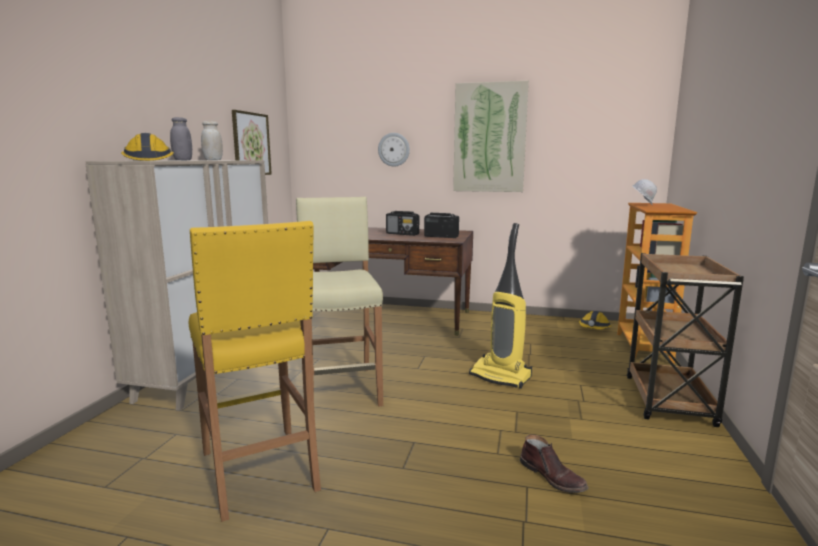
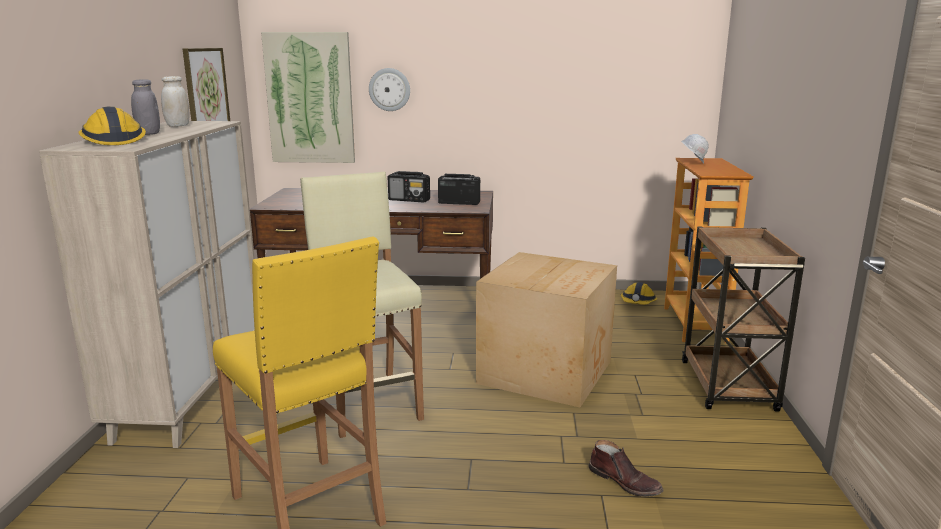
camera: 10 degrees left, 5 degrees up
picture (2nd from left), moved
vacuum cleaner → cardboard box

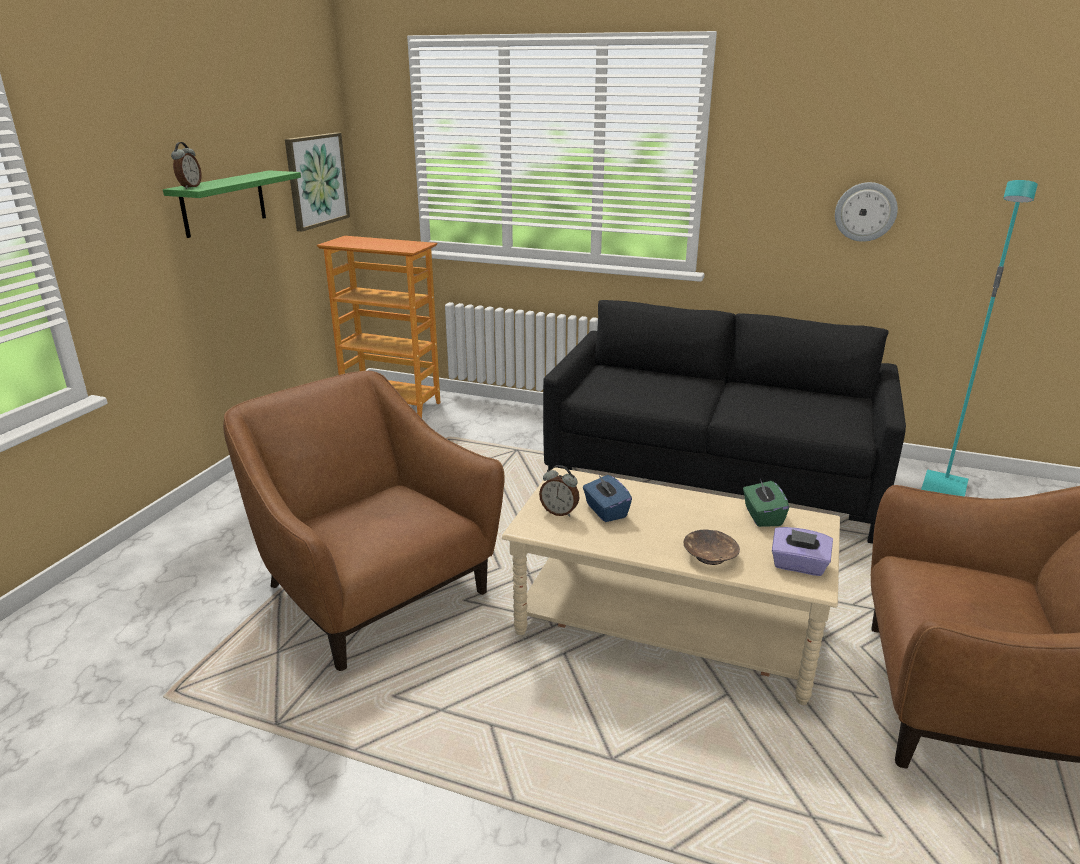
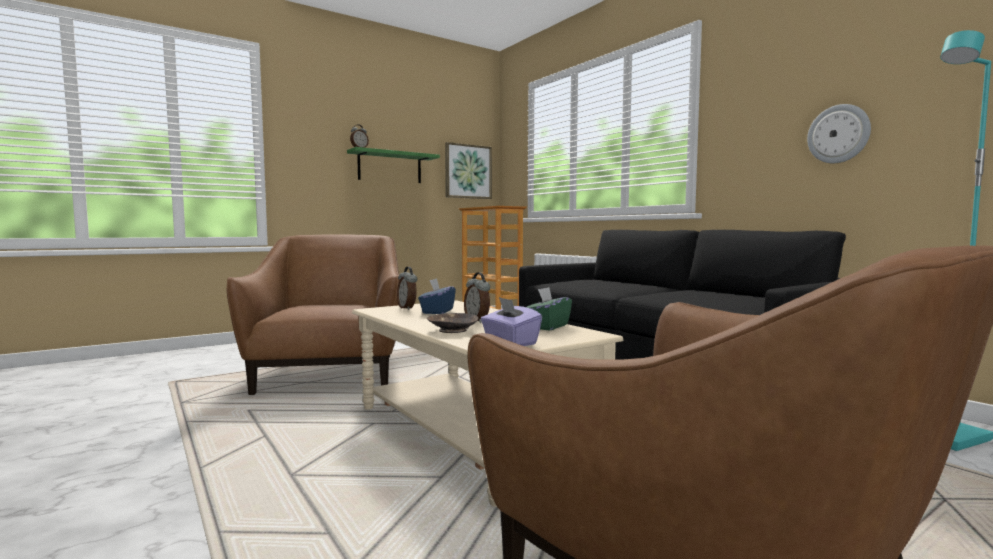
camera: 35 degrees right, 20 degrees down
- → alarm clock (3rd from left)

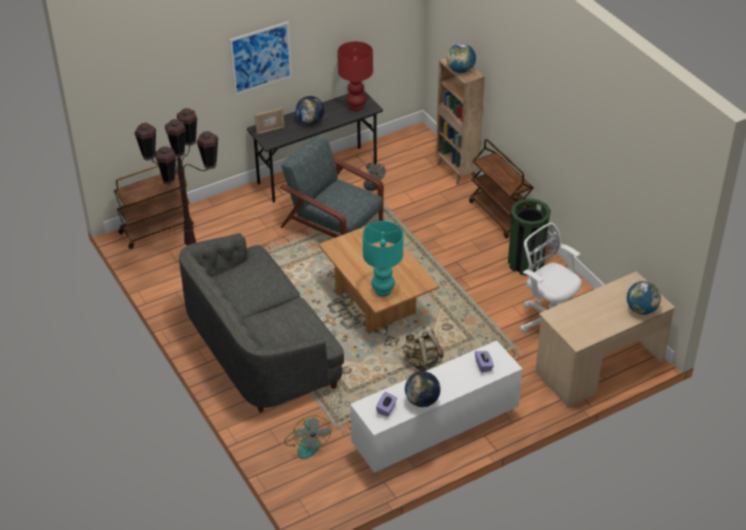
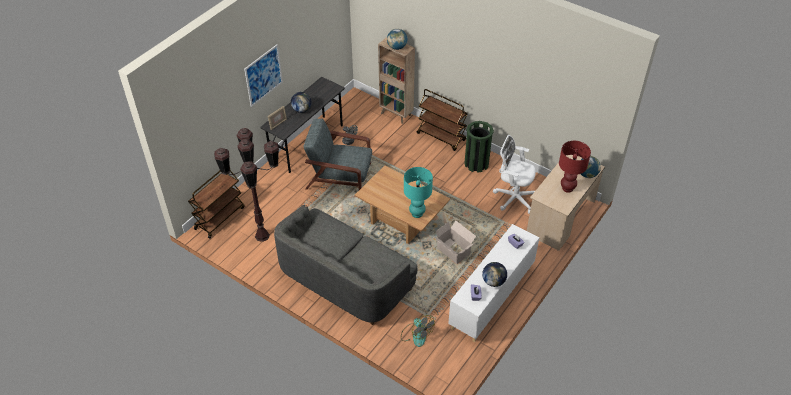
camera: 25 degrees left, 5 degrees up
red table lamp, moved
beige backpack → cardboard box

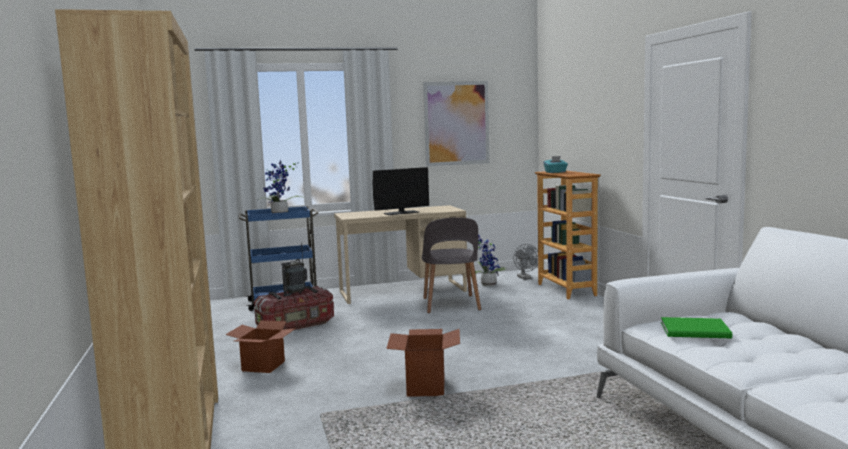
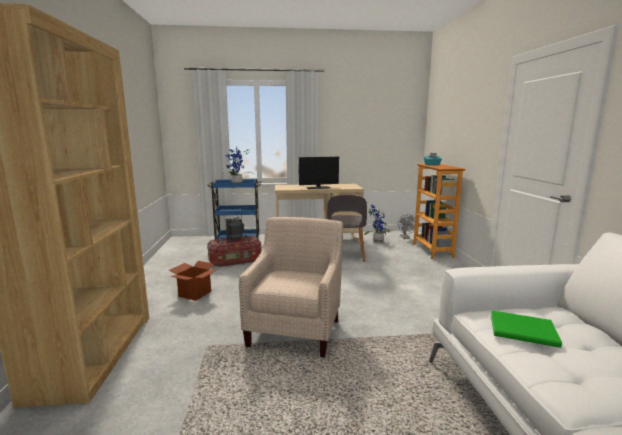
camera: 10 degrees right, 5 degrees up
cardboard box (2nd from left) → beige armchair
picture → -

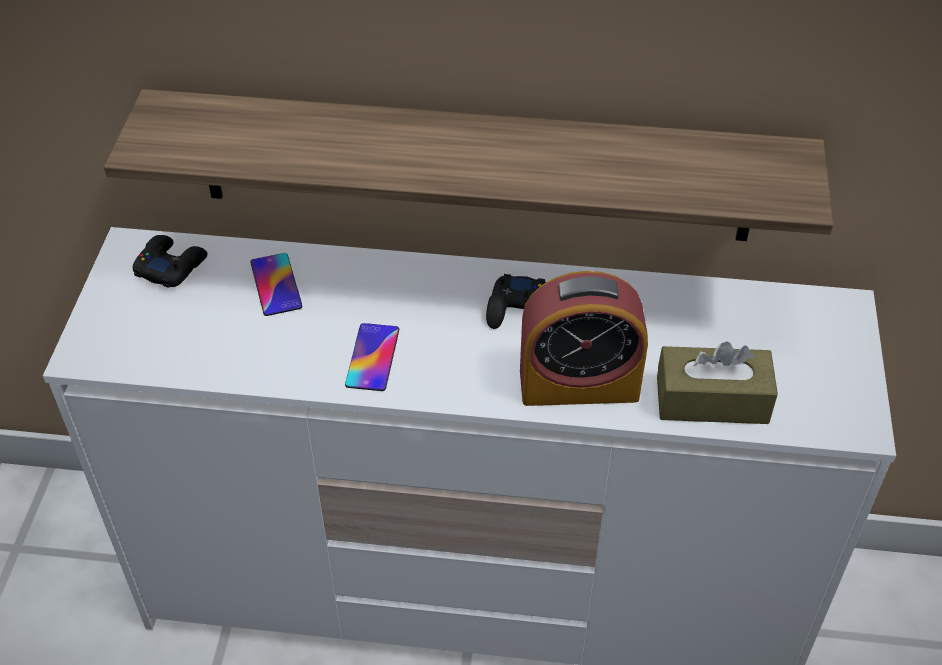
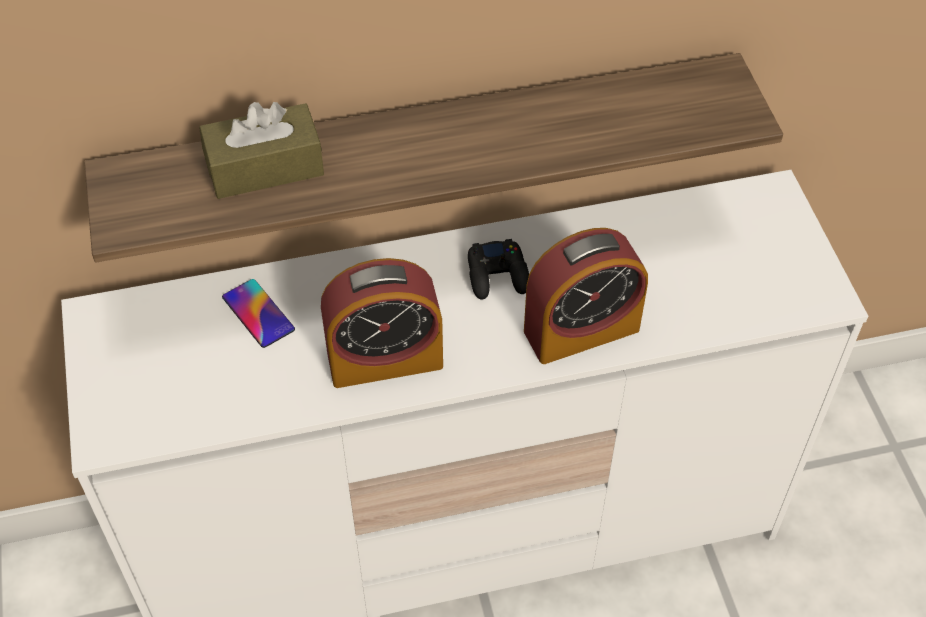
camera: 20 degrees left, 5 degrees up
black game controller (1st from left) → -
phone (2nd from left) → alarm clock (1st from left)
brown tissue box, moved

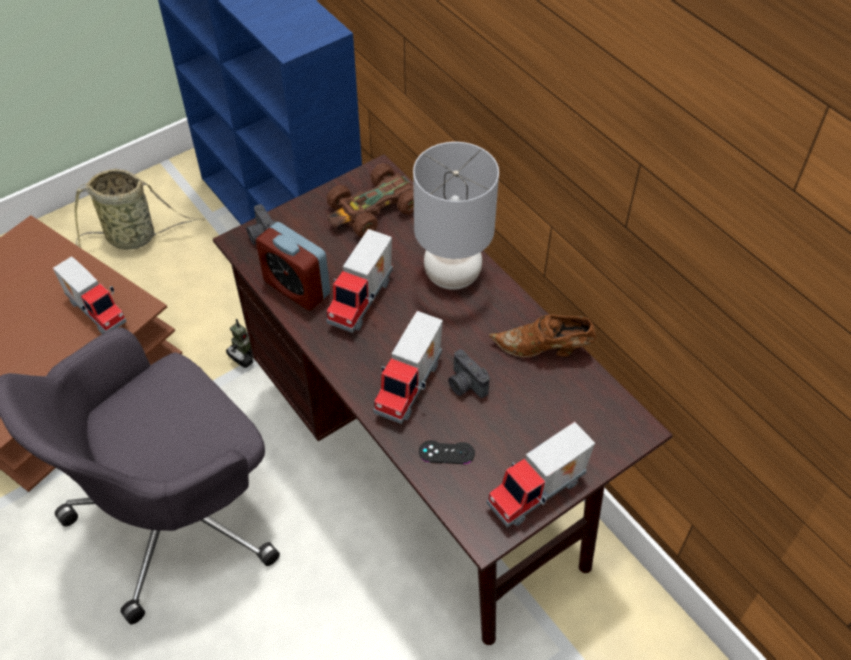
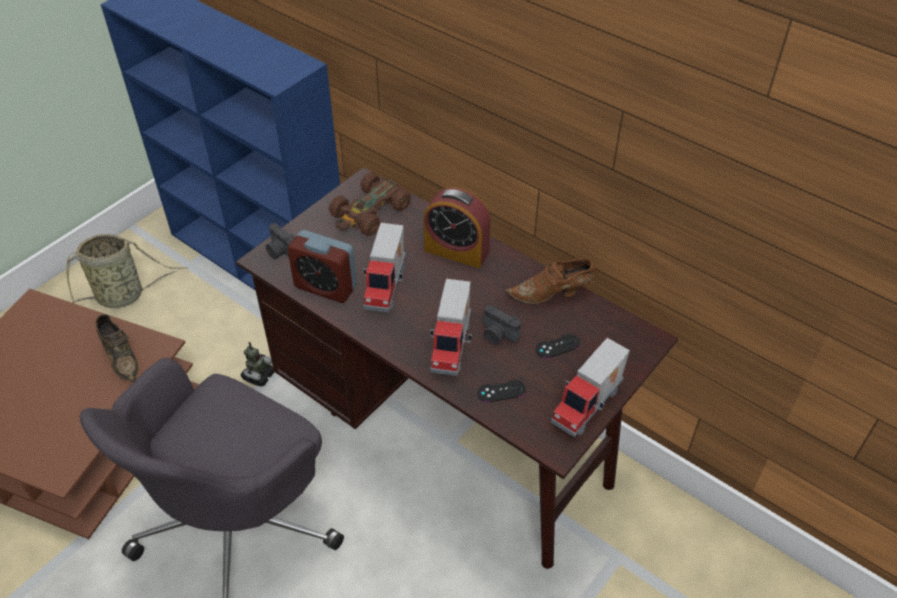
camera: 15 degrees left, 5 degrees down
toy truck (1st from left) → brown shoe (1st from left)
grey table lamp → alarm clock (2nd from left)
- → black game controller (2nd from left)

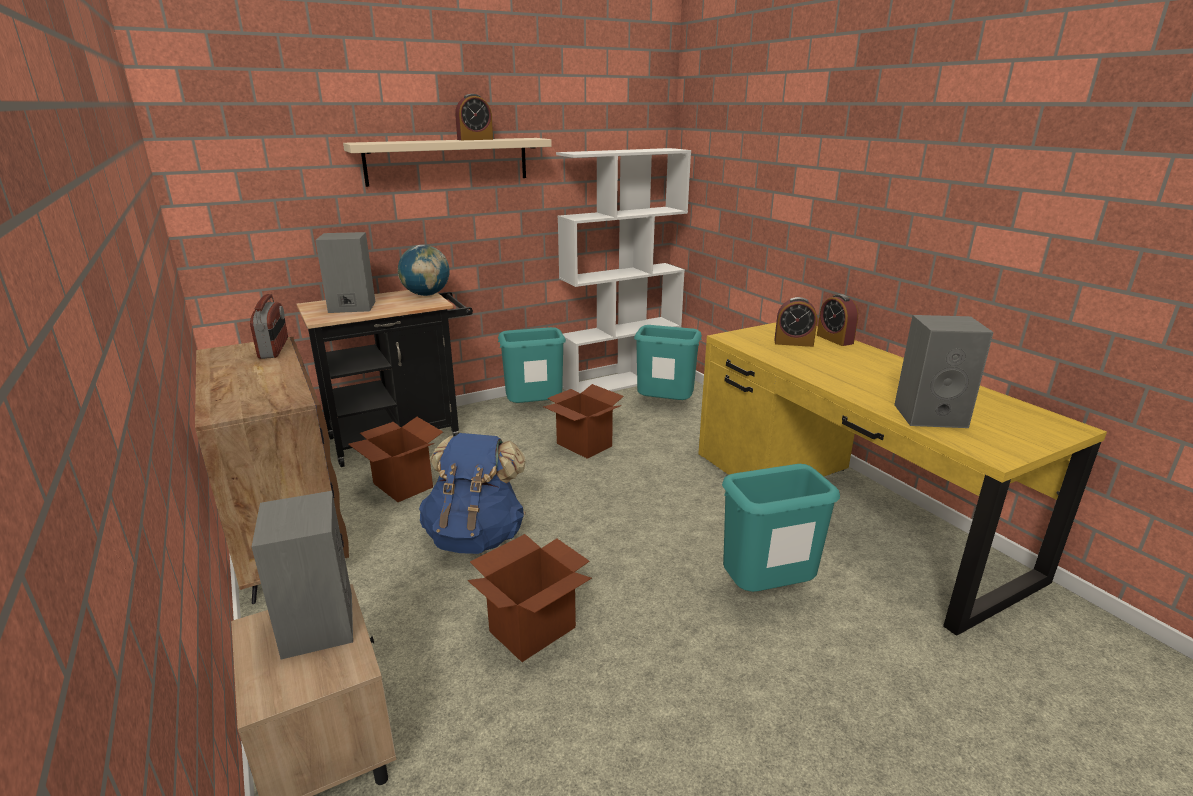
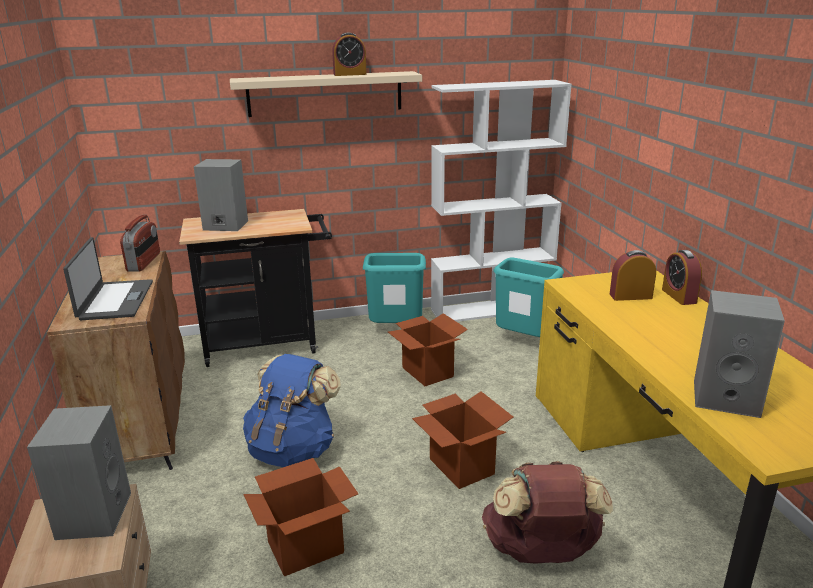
camera: 15 degrees right, 0 degrees up
cardboard box (1st from left in the first image) → cardboard box (3rd from left), moved
globe → -
turquoise trash can (3rd from left) → brown backpack
alarm clock (2nd from left), 150 degrees clockwise
- → laptop

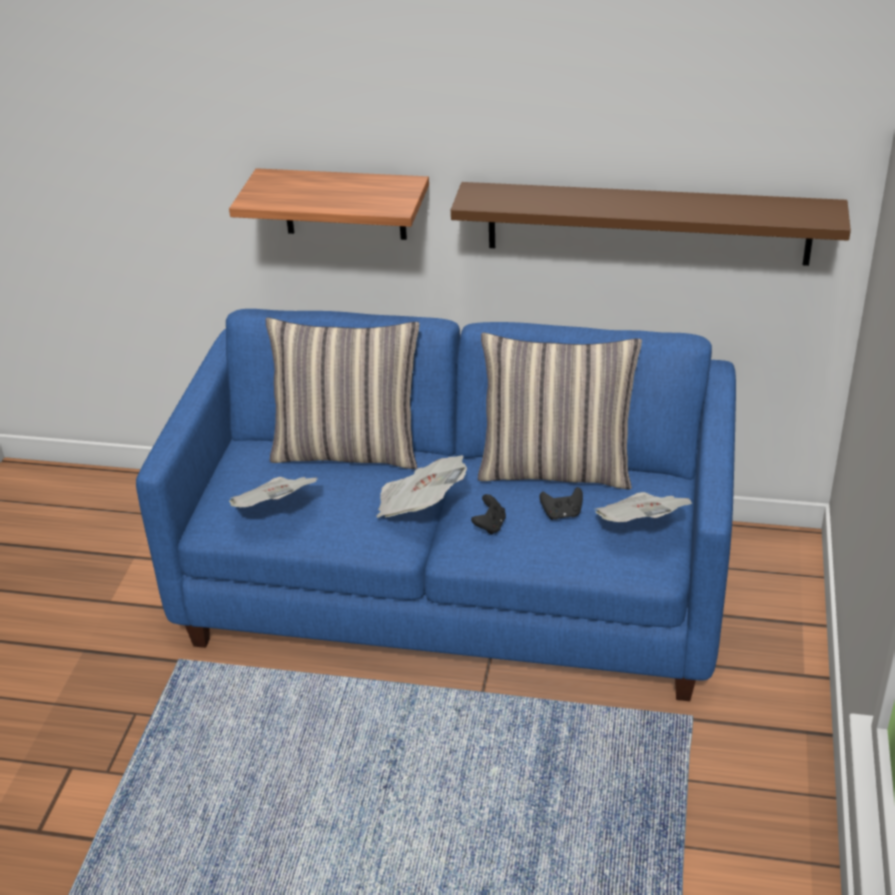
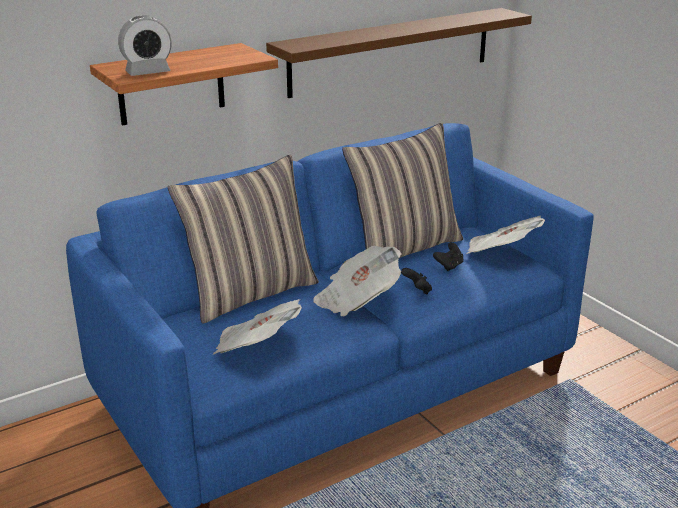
camera: 45 degrees left, 10 degrees down
- → alarm clock

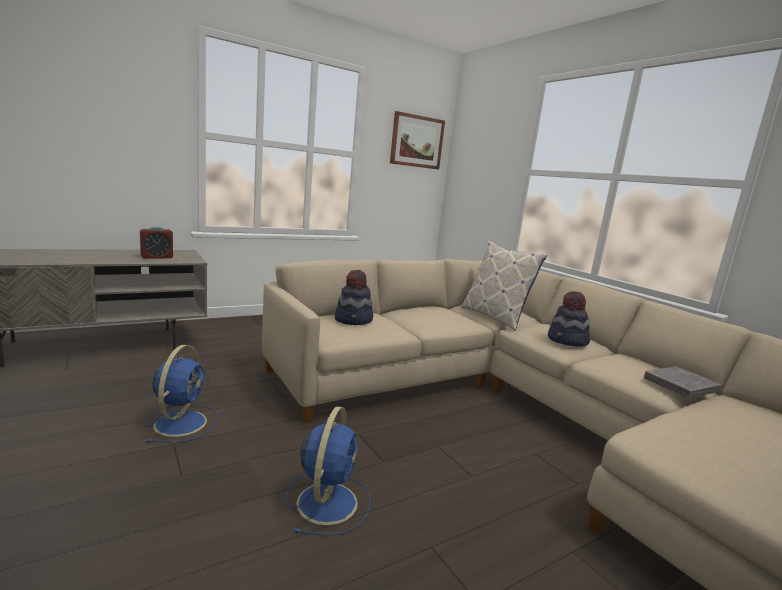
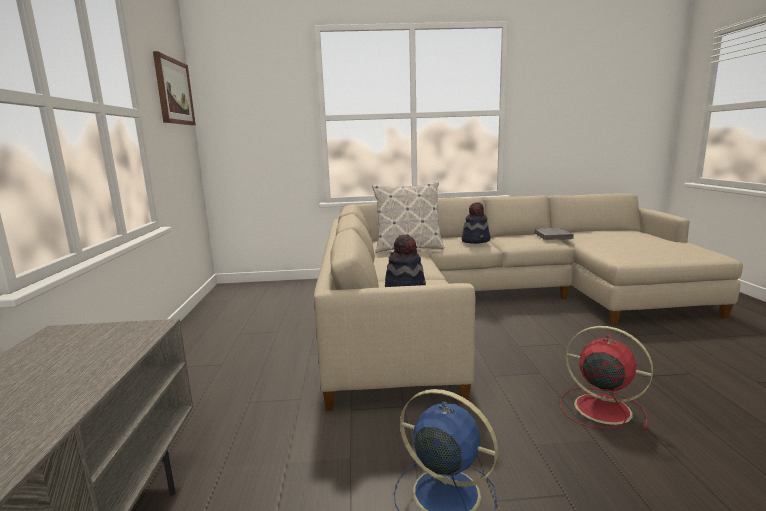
camera: 60 degrees left, 0 degrees up
alarm clock → -
blue fan (2nd from left) → red fan

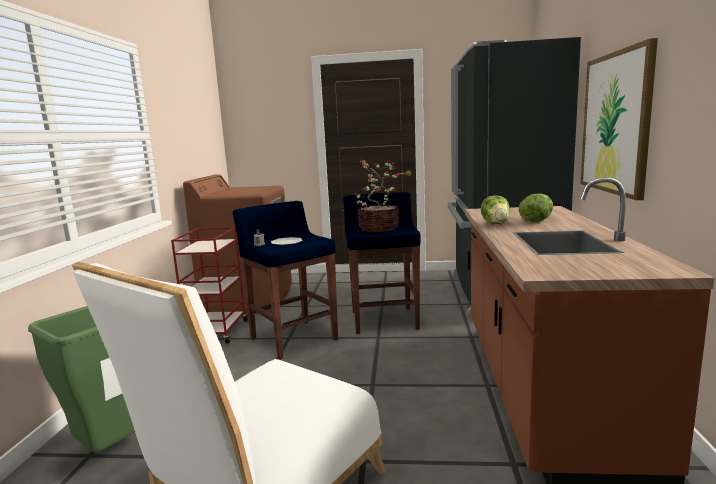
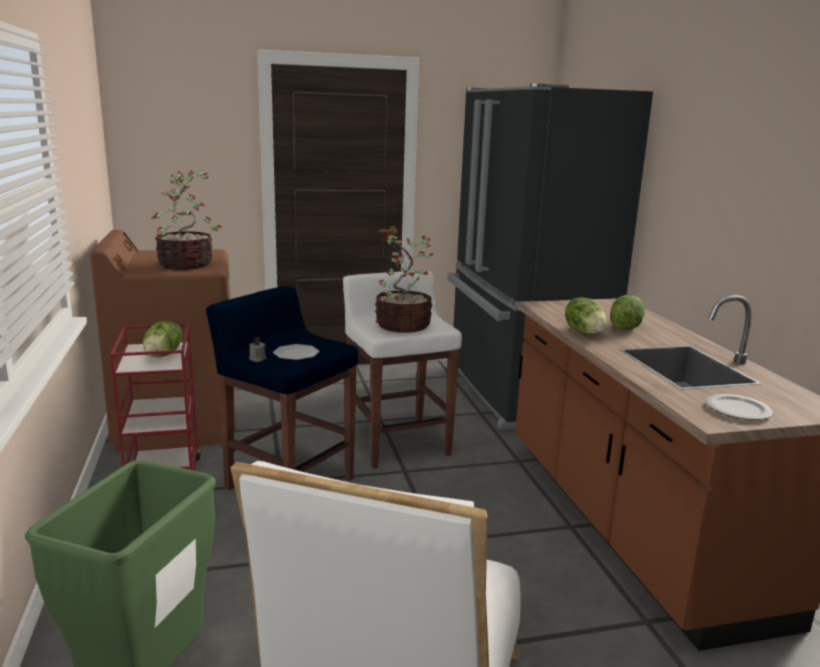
camera: 20 degrees left, 5 degrees up
blue stool (2nd from left) → white stool
picture → -
- → lettuce (1st from left)
- → potted plant (1st from left)
- → plate (2nd from left)

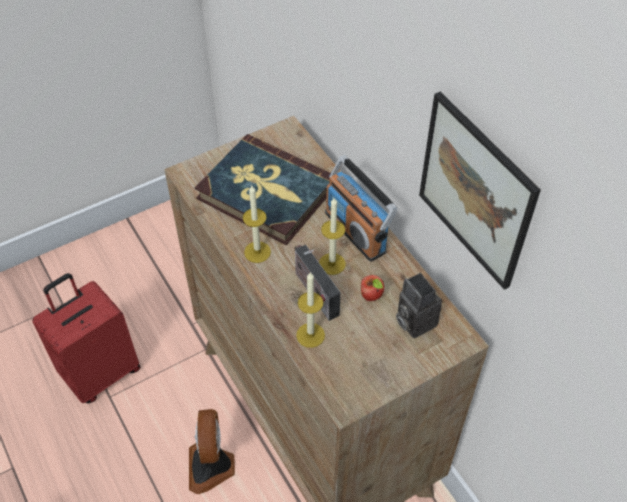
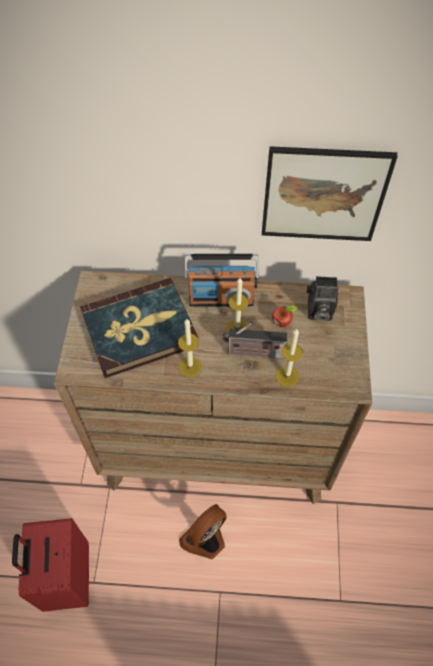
camera: 55 degrees left, 5 degrees up
fan, 105 degrees clockwise

